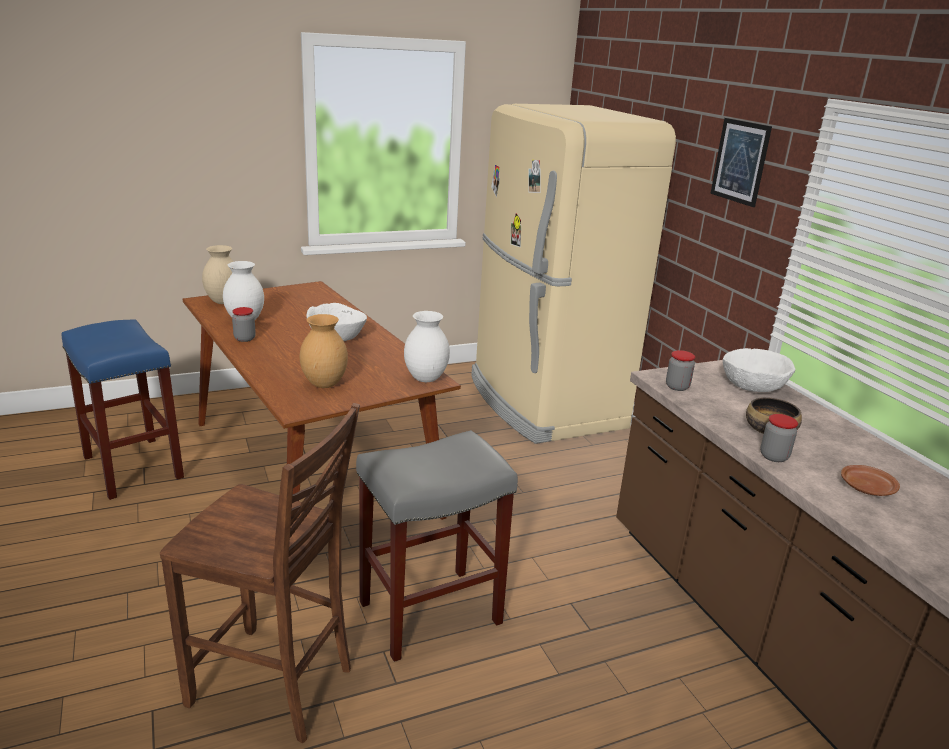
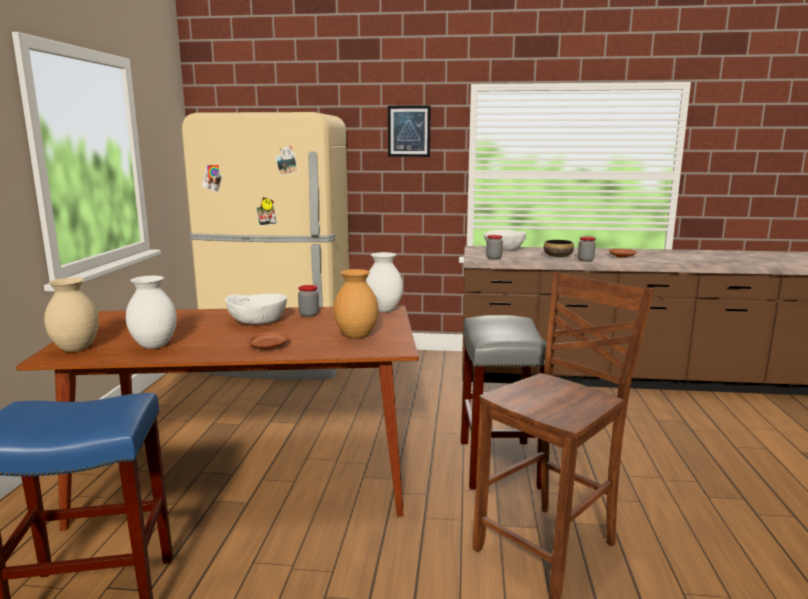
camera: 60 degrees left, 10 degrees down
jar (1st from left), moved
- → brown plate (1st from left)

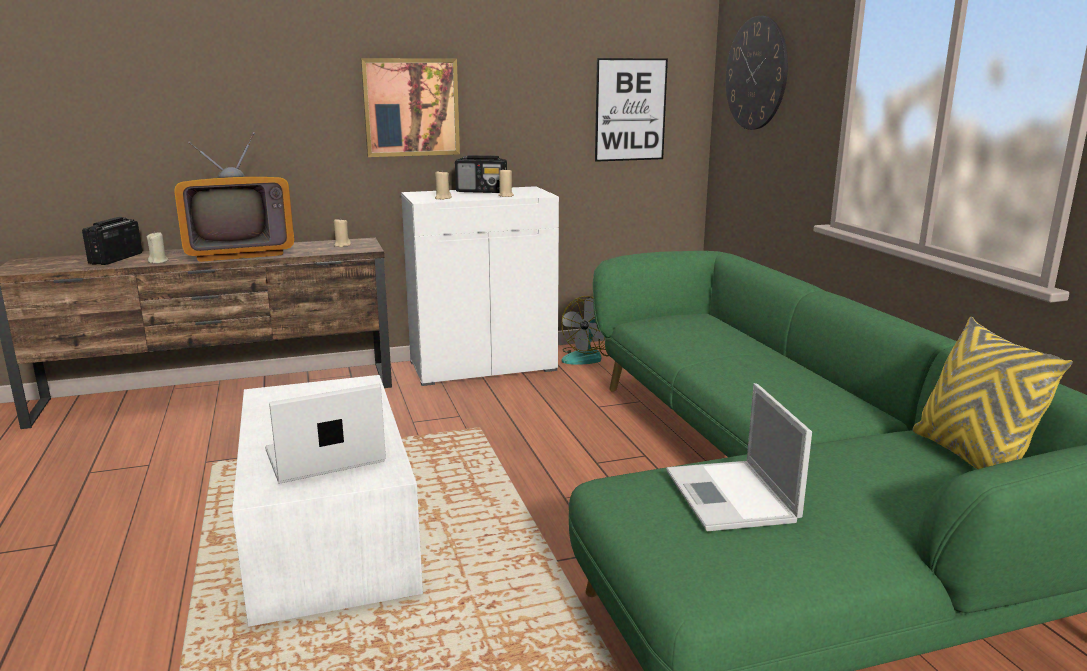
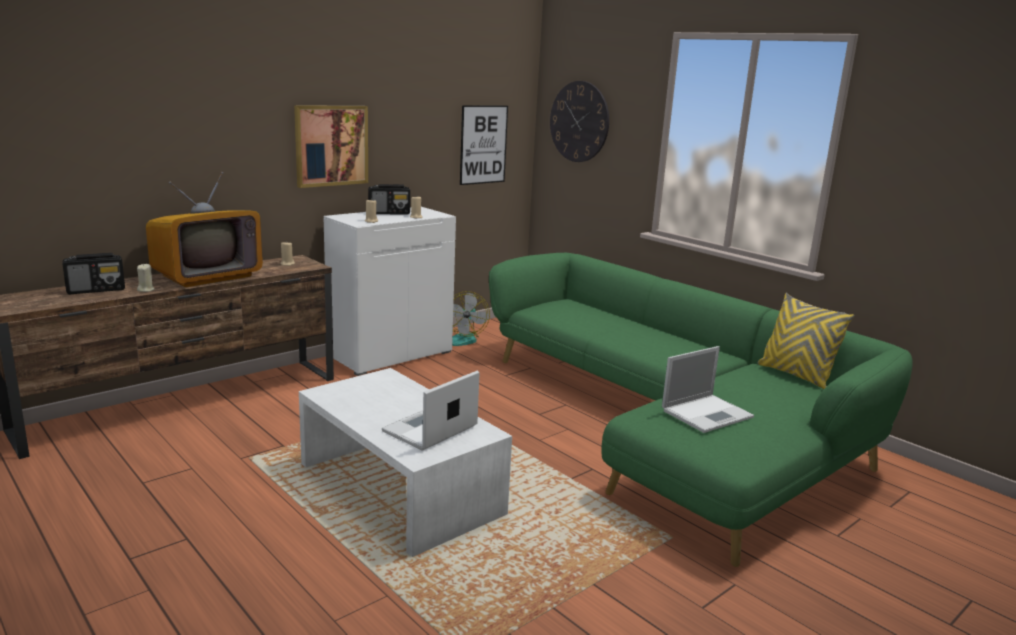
camera: 25 degrees left, 0 degrees up
radio (1st from left), 105 degrees counterclockwise
laptop (2nd from left), 90 degrees counterclockwise

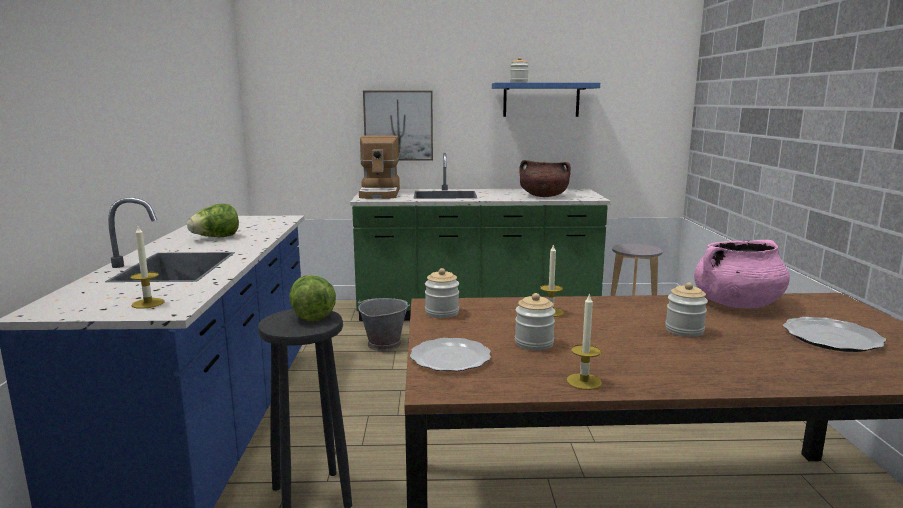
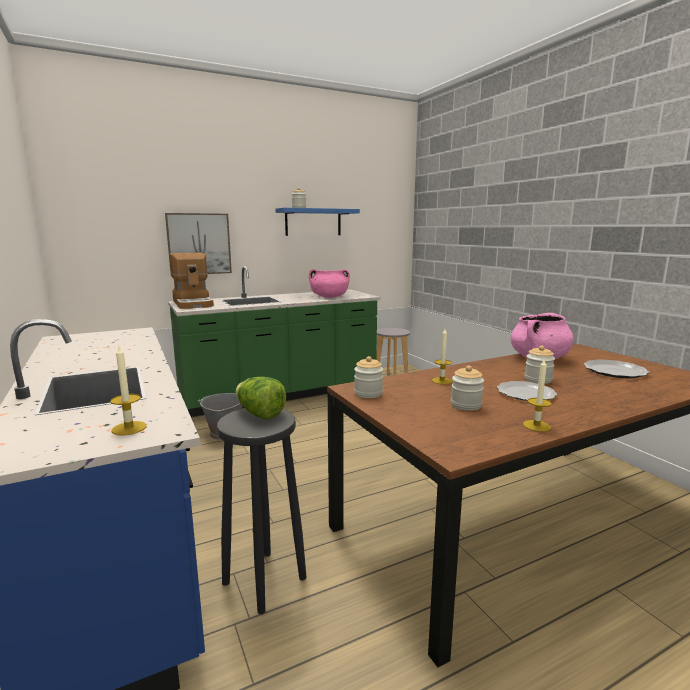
camera: 25 degrees left, 0 degrees up
lettuce (1st from left) → -
plate (1st from left), moved
brown cooking pot → pink cooking pot (1st from left)

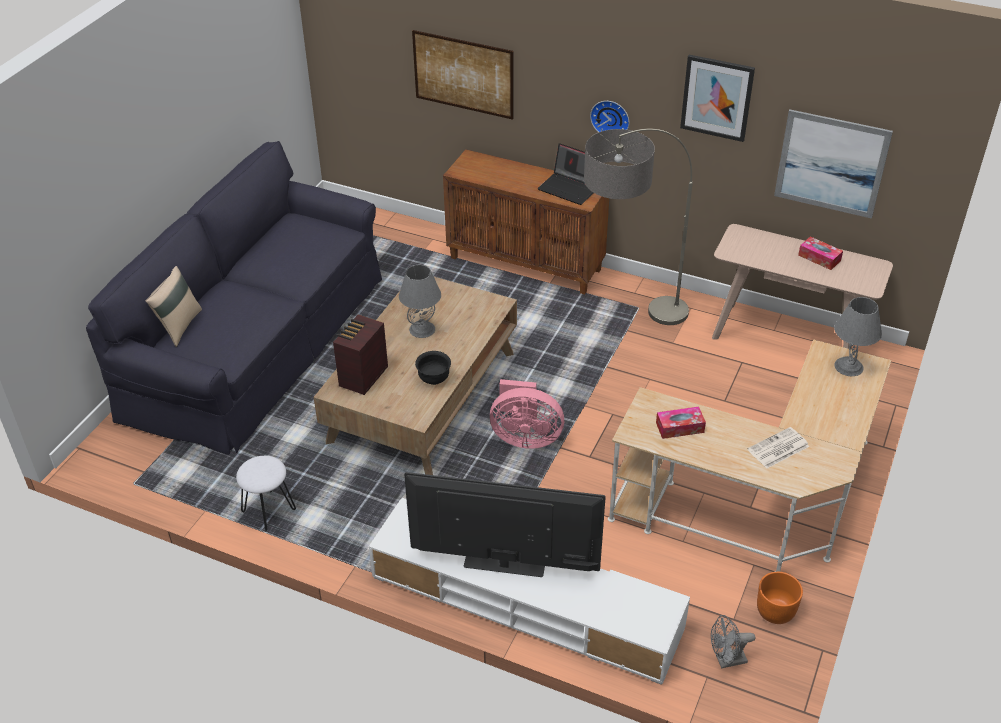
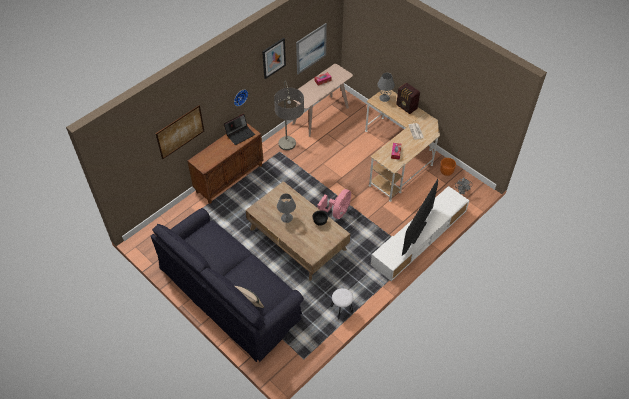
camera: 70 degrees left, 10 degrees up
radio, moved

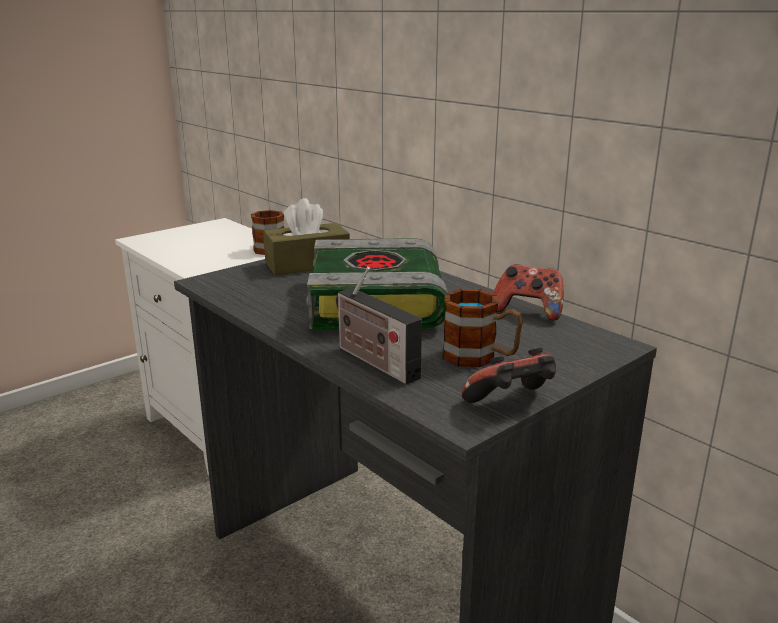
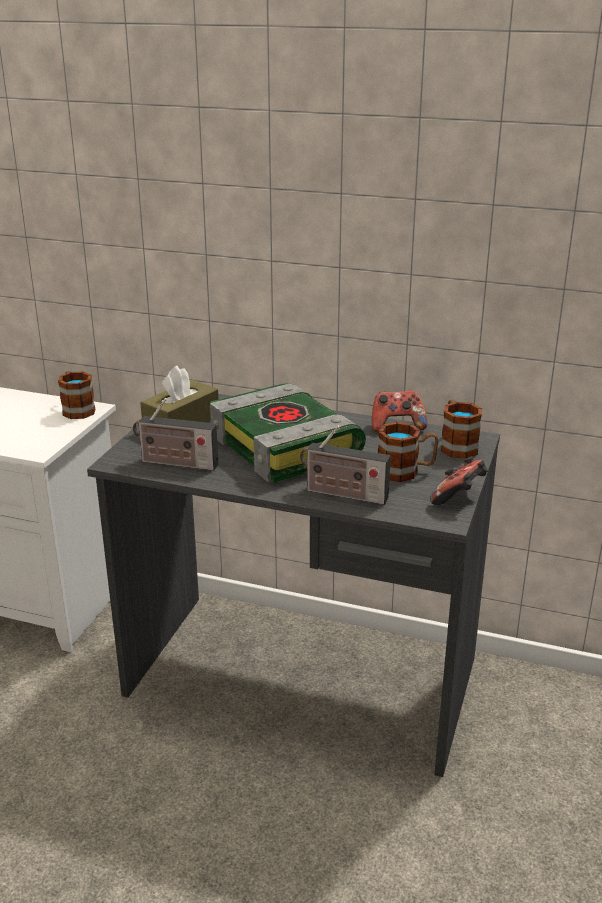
camera: 30 degrees left, 5 degrees up
- → radio (1st from left)
- → mug (3rd from left)

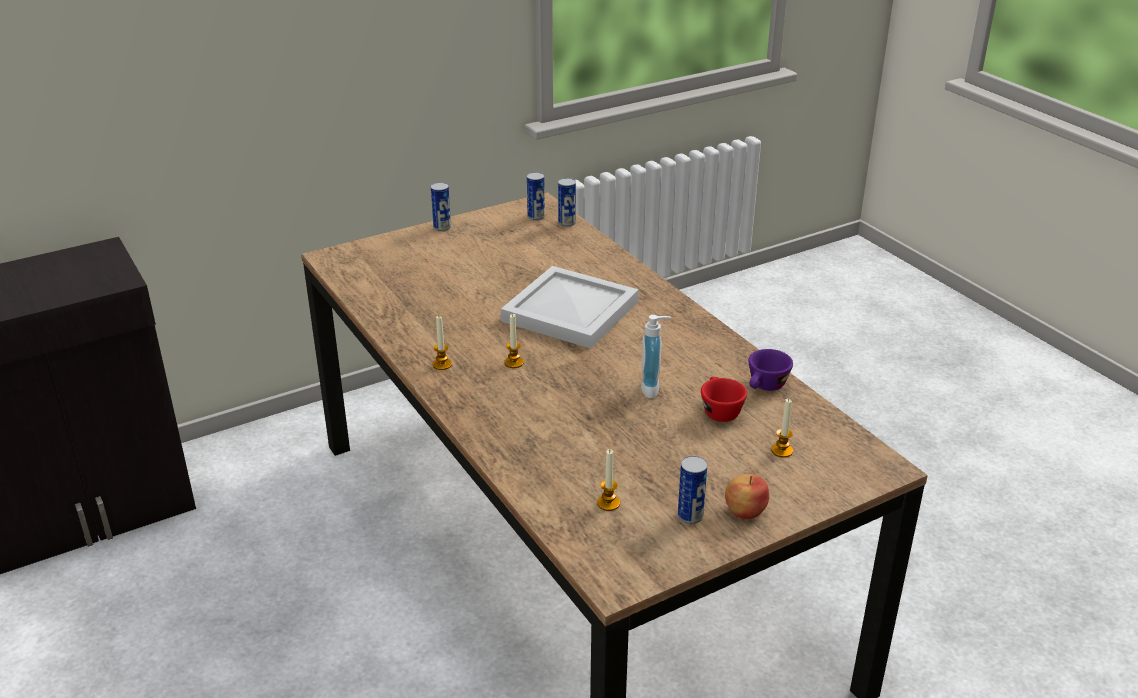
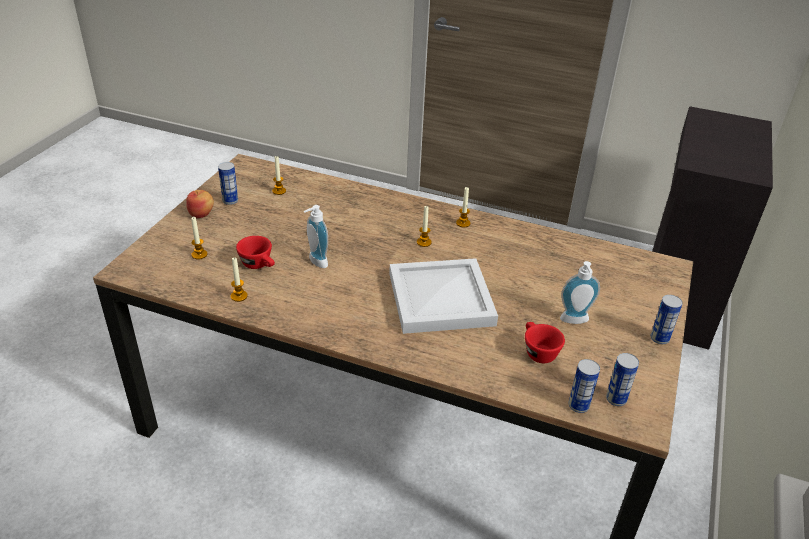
camera: 140 degrees right, 5 degrees up
purple cup → candle (2nd from left)
- → red cup (2nd from left)
- → soap dispenser (2nd from left)

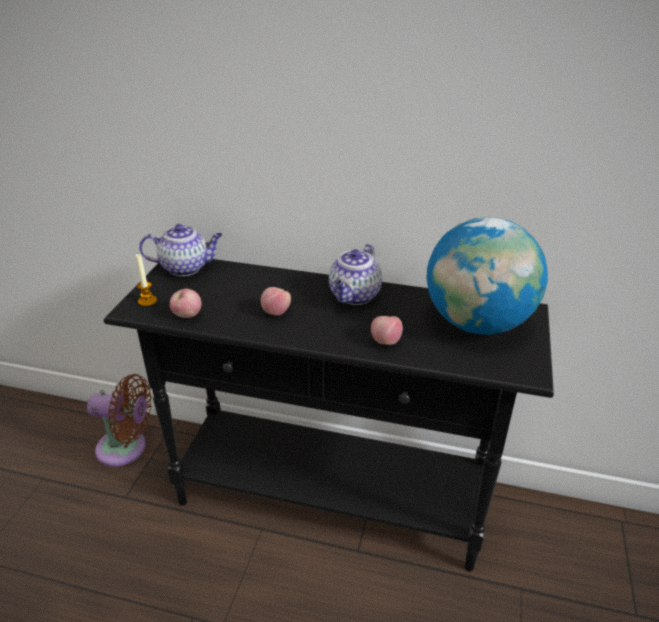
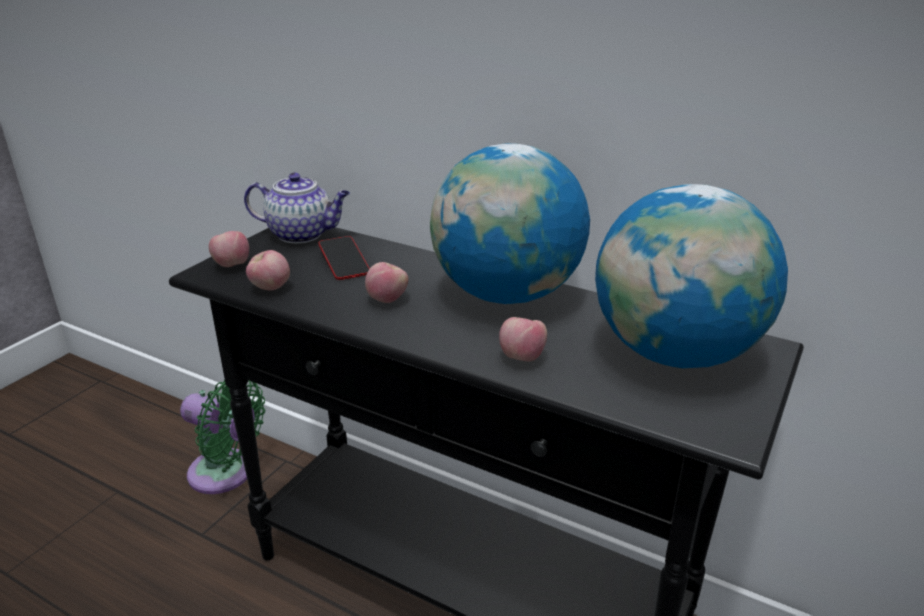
camera: 15 degrees right, 5 degrees down
brown fan → green fan
candle → apple (1st from left)
teapot (2nd from left) → globe (1st from left)
- → phone

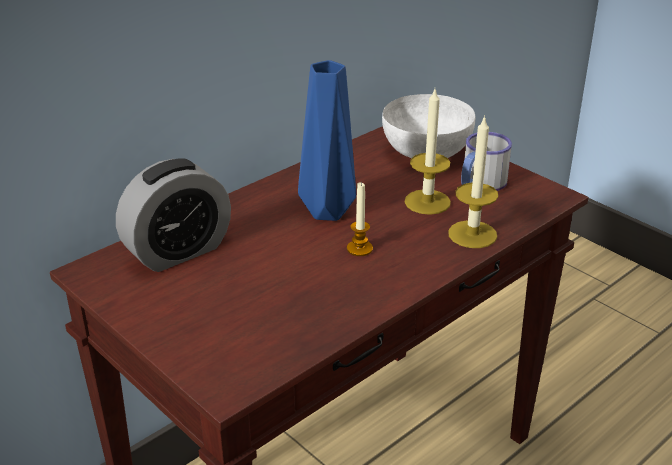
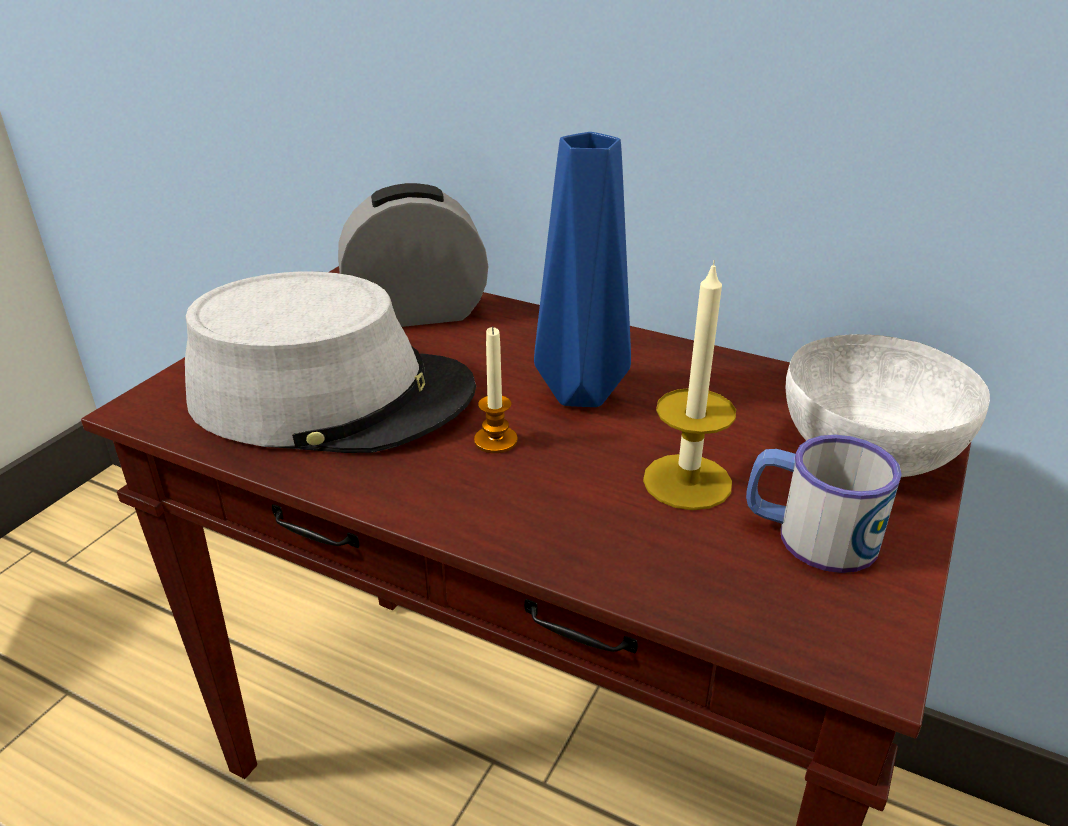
camera: 70 degrees right, 0 degrees up
alarm clock, 135 degrees clockwise
candle (3rd from left) → -
- → grey hat

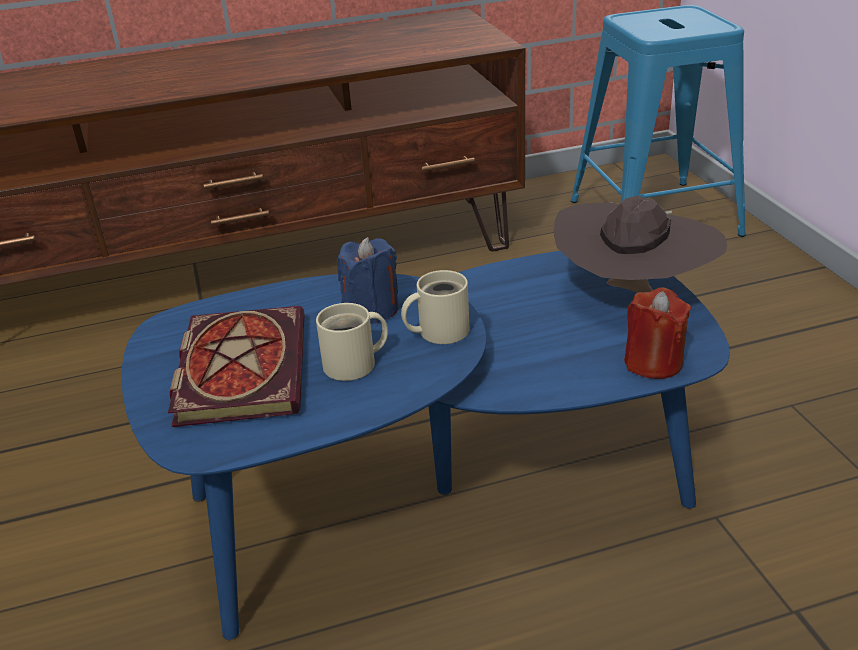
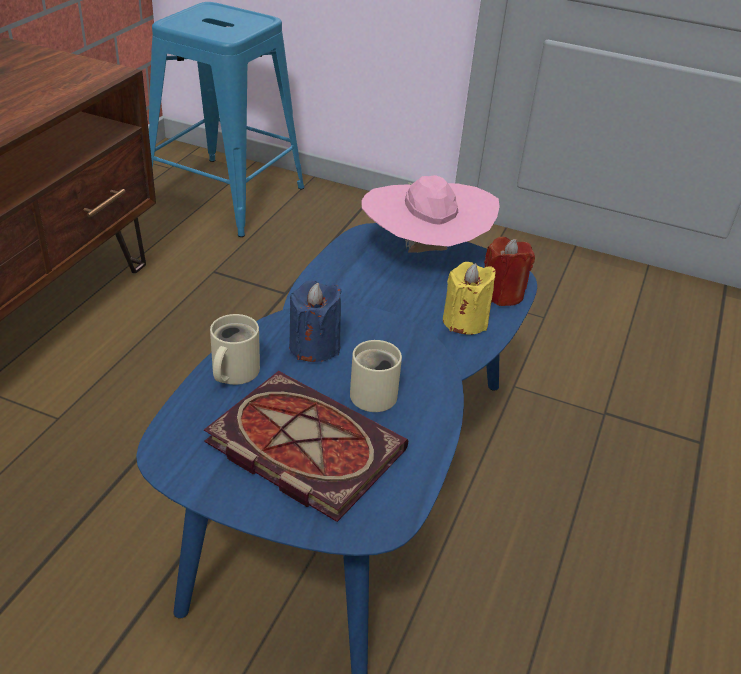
camera: 55 degrees left, 5 degrees up
beige mug (2nd from left in the first image) → beige mug (1st from left), moved
brown hat → pink hat
- → yellow candle

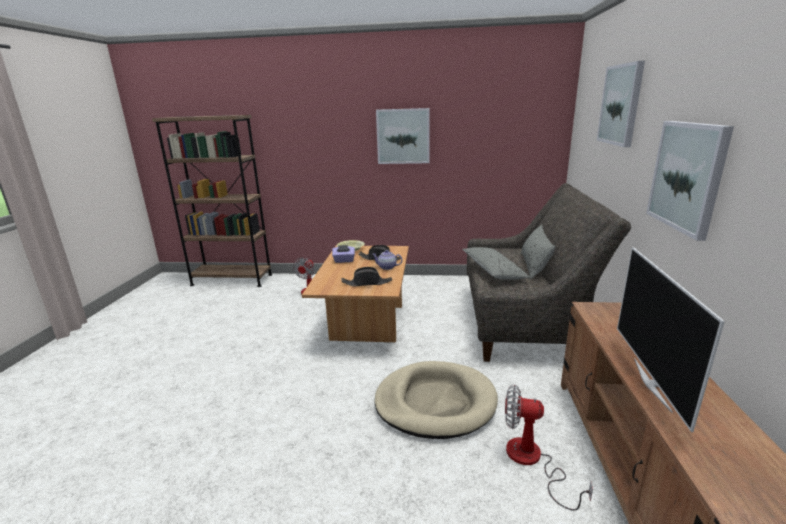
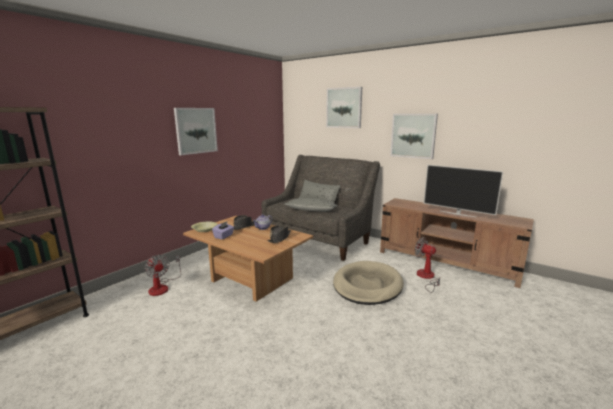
camera: 60 degrees left, 5 degrees down
fan (2nd from left), 90 degrees clockwise

